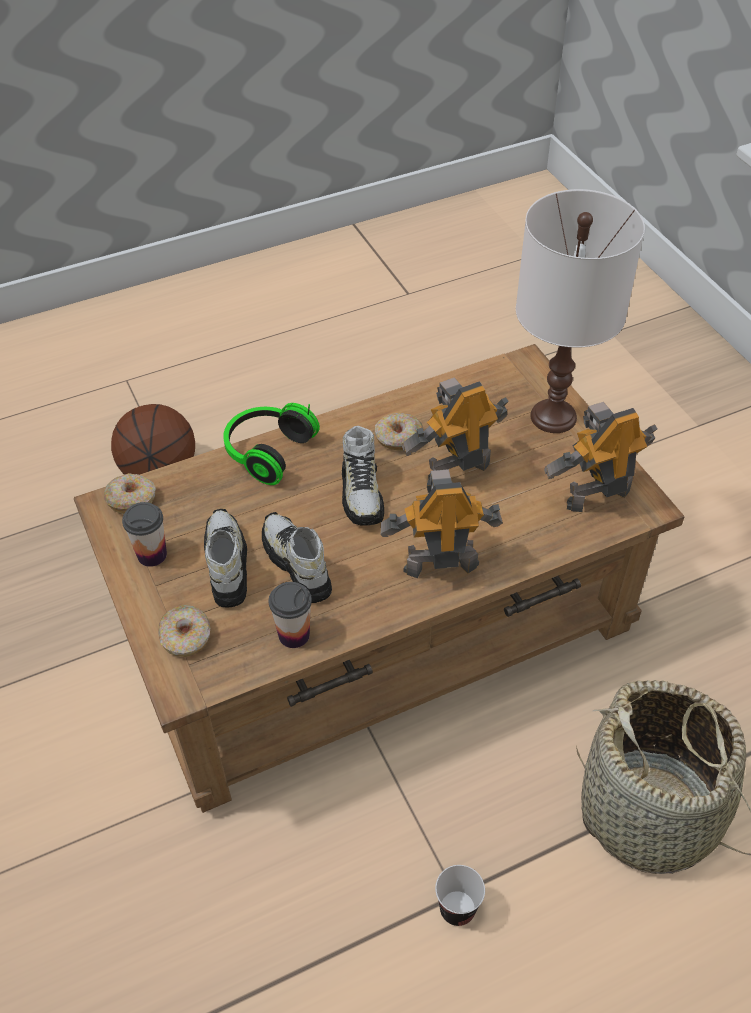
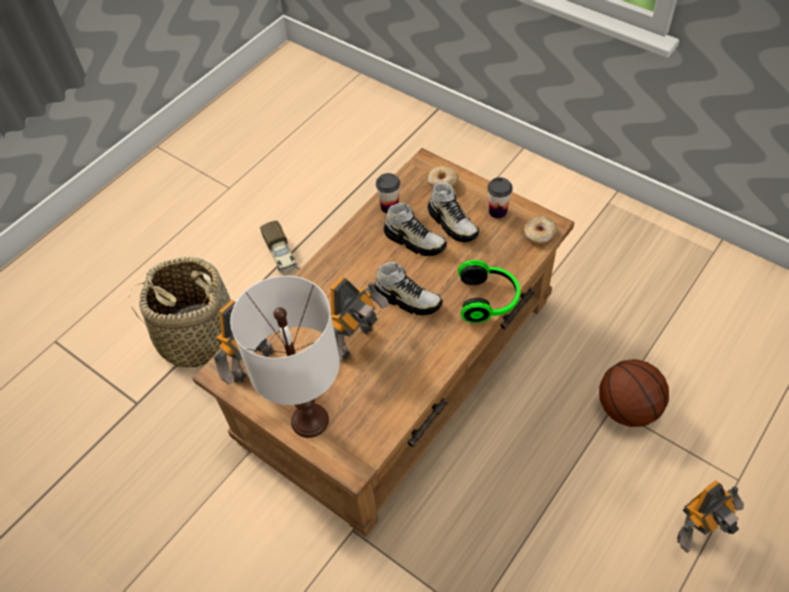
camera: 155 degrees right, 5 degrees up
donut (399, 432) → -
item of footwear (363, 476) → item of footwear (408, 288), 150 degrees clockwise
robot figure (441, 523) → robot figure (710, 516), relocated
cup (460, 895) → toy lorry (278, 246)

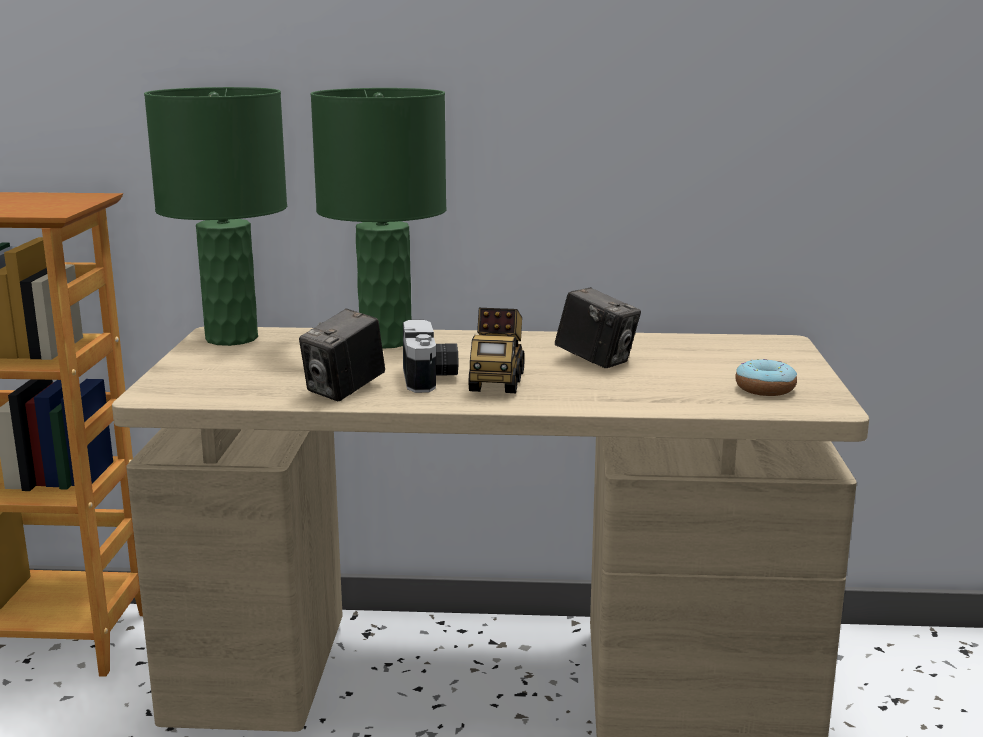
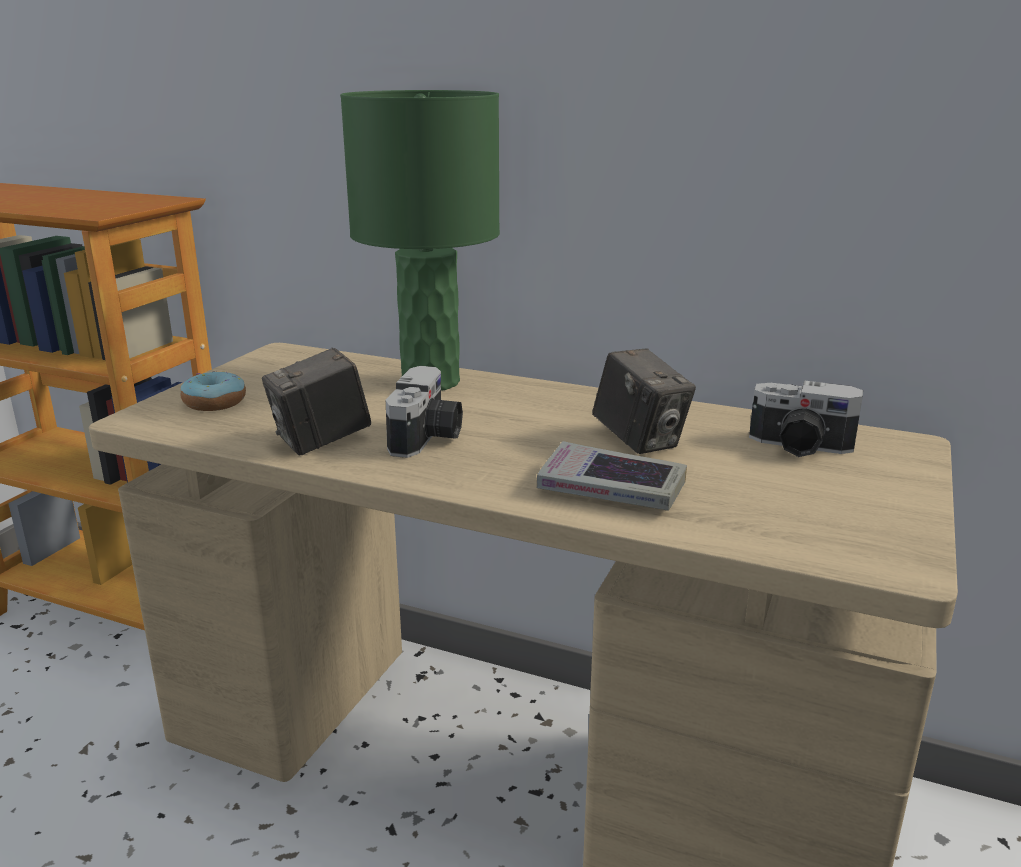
camera: 20 degrees right, 5 degrees up
table lamp (greenish) (215, 216) → -
toy lorry (496, 350) → -
donut (766, 377) → donut (213, 391), relocated
- → still camera (806, 419)
- → bound book (612, 476)

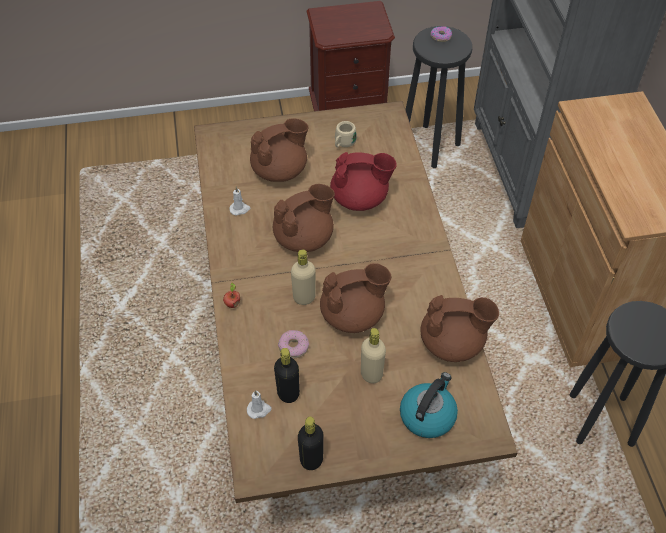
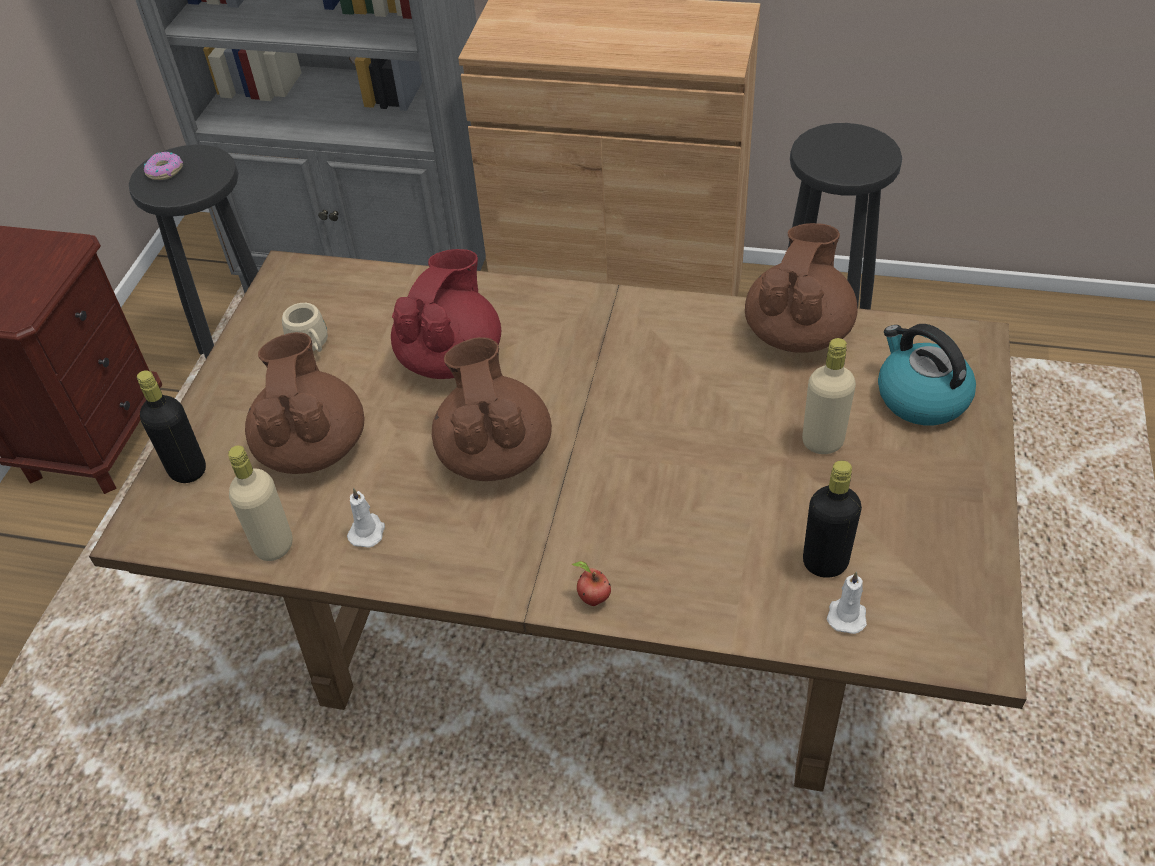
camera: 65 degrees left, 5 degrees down
beverage bottle (beige) (303, 277) → beverage bottle (beige) (260, 503), relocated
tea pot (brown) (355, 298) → -
donut (293, 344) → -
beverage bottle (black) (311, 443) → beverage bottle (black) (171, 426), relocated

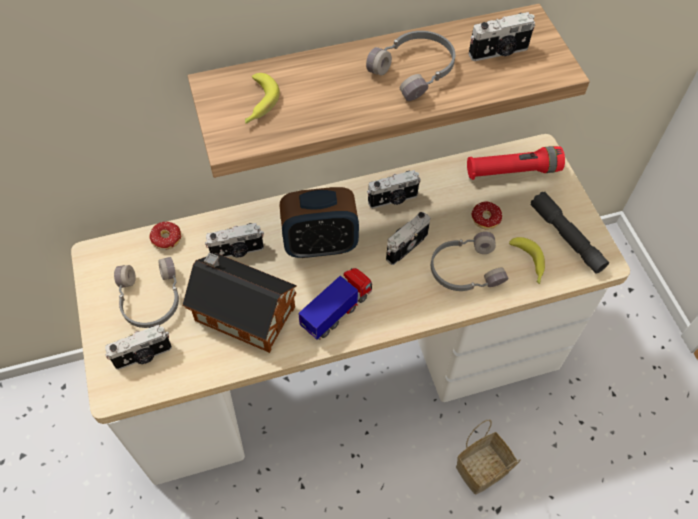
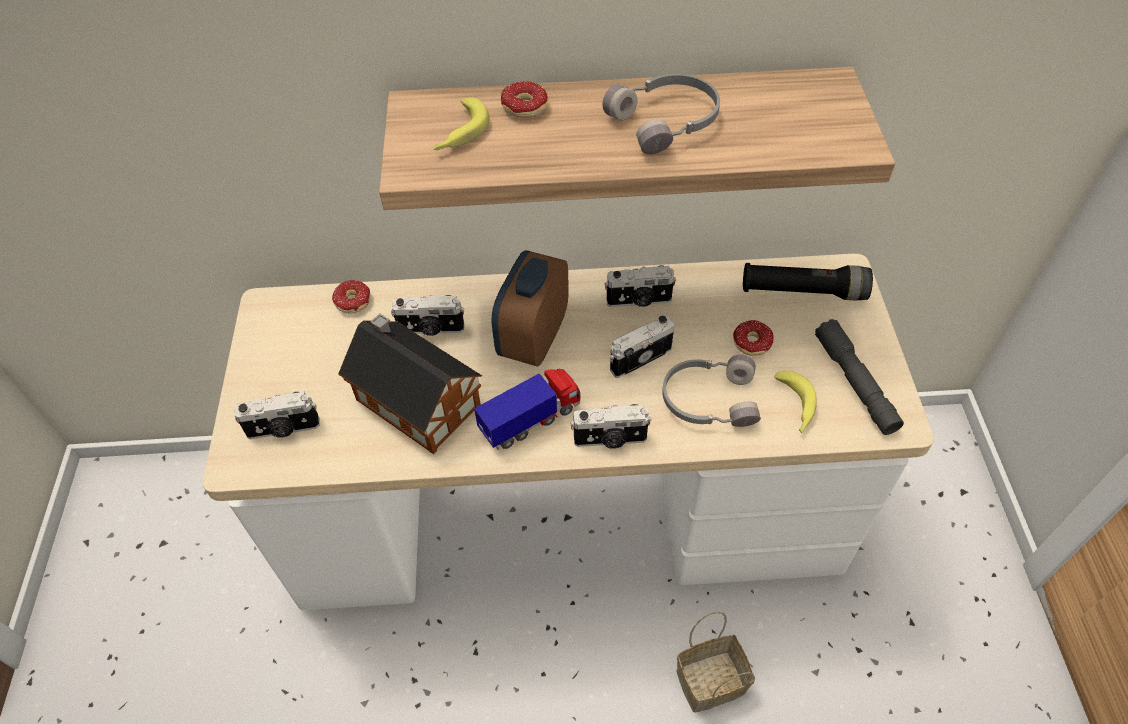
camera: 15 degrees right, 5 degrees down
still camera (502, 36) → still camera (611, 426), relocated
torch (reddish) (516, 163) → torch (black) (808, 281)
alarm clock (319, 222) → alarm clock (530, 308), 105 degrees clockwise
pair of headphones (grey) (146, 292) → -
- → donut (525, 99)

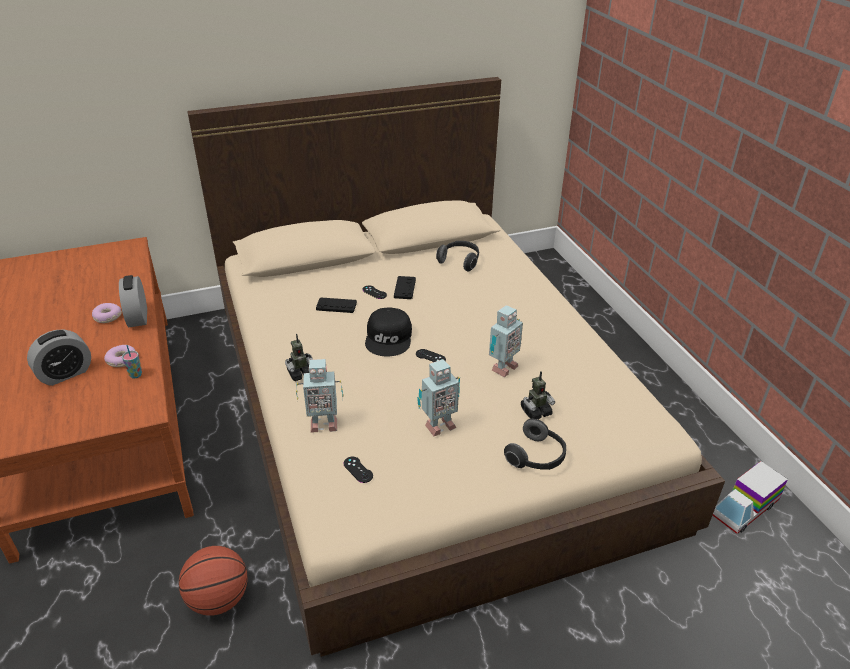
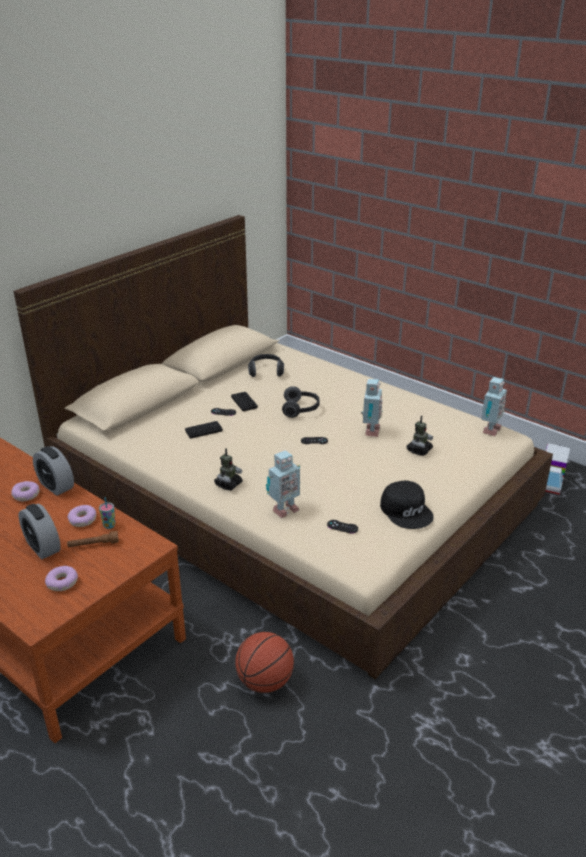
camera: 30 degrees left, 5 degrees down
baseball cap (black) (388, 332) → baseball cap (black) (407, 505), relocated
alarm clock (59, 358) → alarm clock (40, 531), 120 degrees clockwise
robot figure (438, 397) → robot figure (494, 406), relocated
pair of headphones (535, 444) → pair of headphones (301, 402), relocated
- → torch (brown) (93, 539)
- → donut (61, 578)

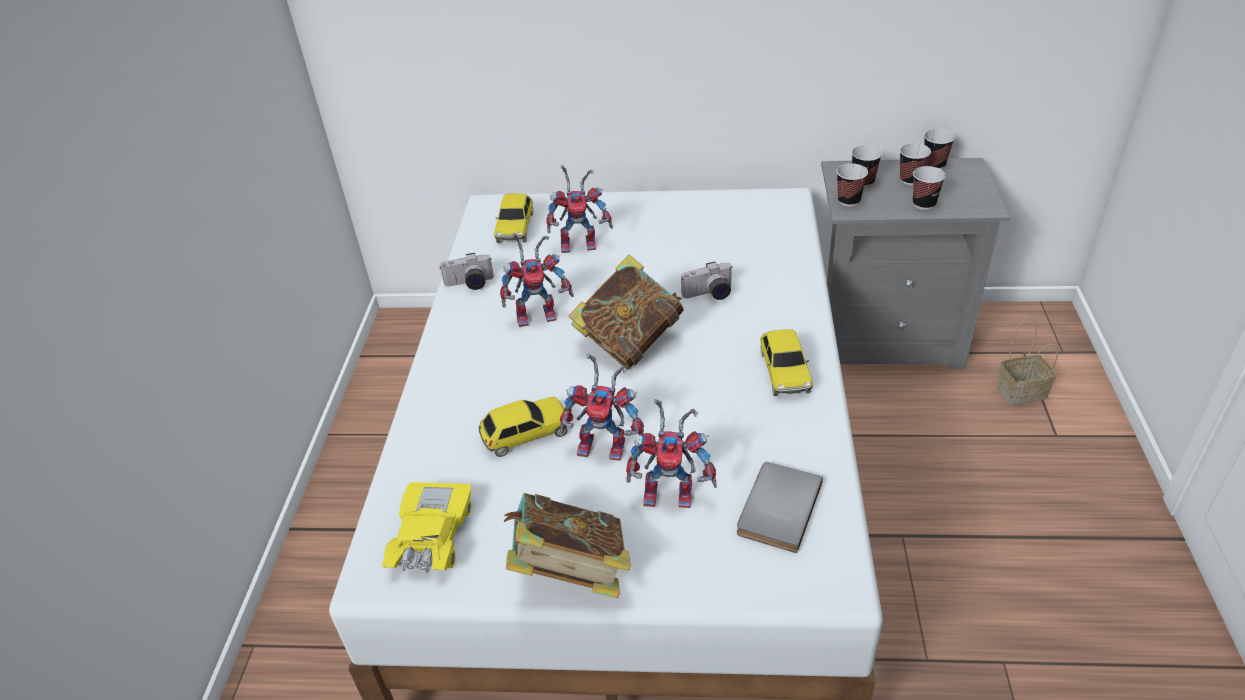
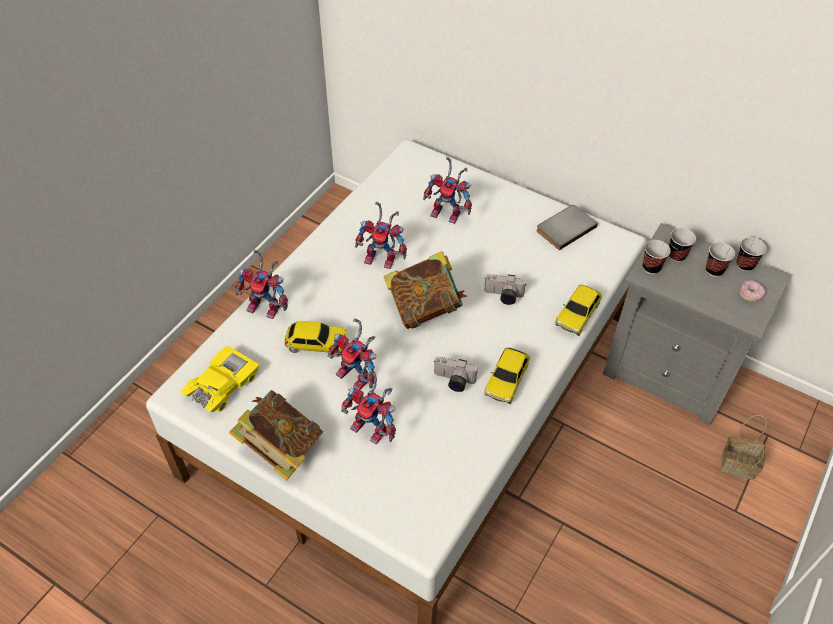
camera: 25 degrees right, 10 degrees up
cup (929, 188) → -
model car (513, 218) → model car (578, 310), relocated
still camera (467, 271) → still camera (456, 374), relocated
bound book (grey) (780, 507) → bound book (grey) (567, 227), relocated
- → robot figure (261, 284)
- → donut (752, 291)

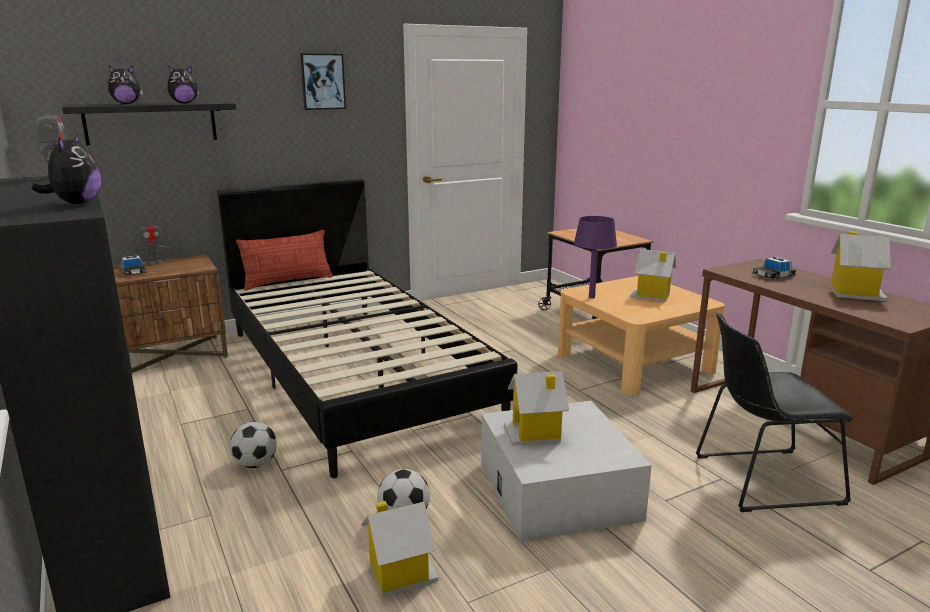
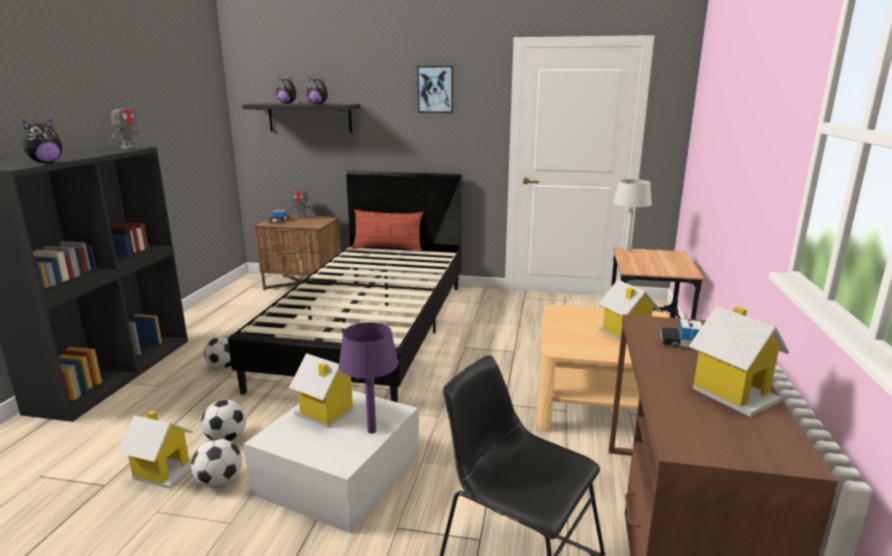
camera: 40 degrees right, 0 degrees up
table lamp (purple) (595, 257) → table lamp (purple) (368, 378), relocated
- → table lamp (grey) (632, 215)
- → football ball (216, 463)

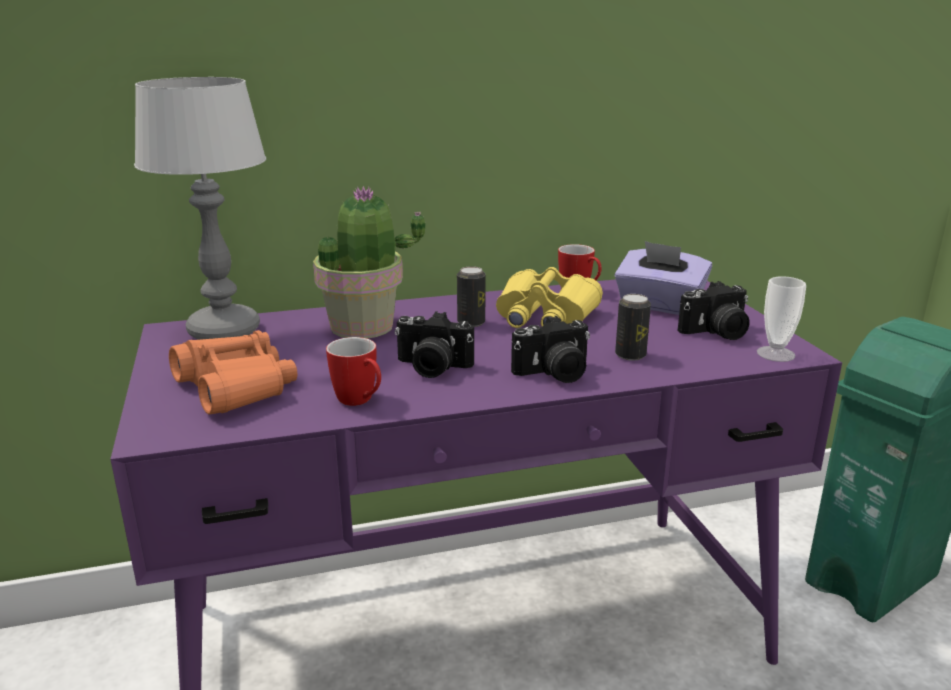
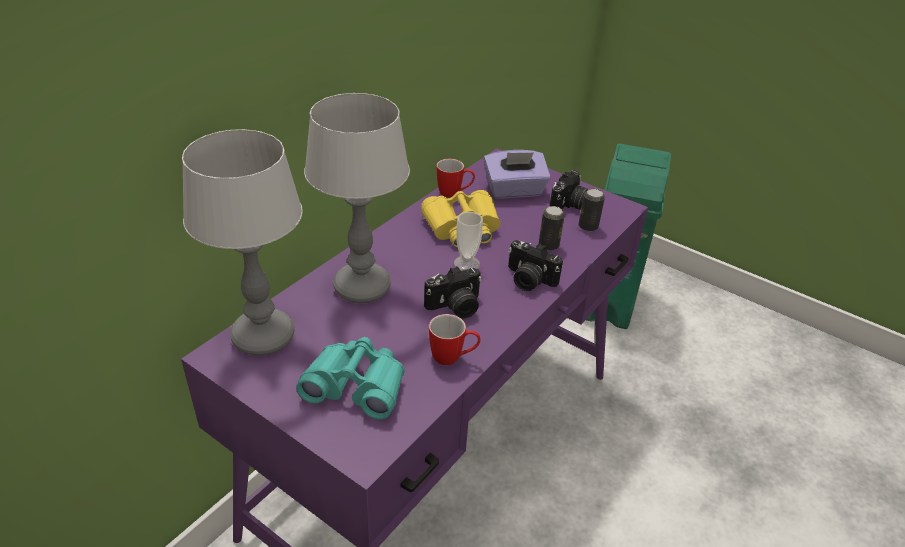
camera: 40 degrees left, 15 degrees up
houseplant (369, 262) → table lamp (357, 198)
can (471, 296) → can (592, 210), relocated
cup (781, 319) → cup (468, 241), relocated
still camera (550, 349) → still camera (535, 265), 90 degrees clockwise
binoculars (orangey) (233, 372) → binoculars (blue-green) (350, 378)

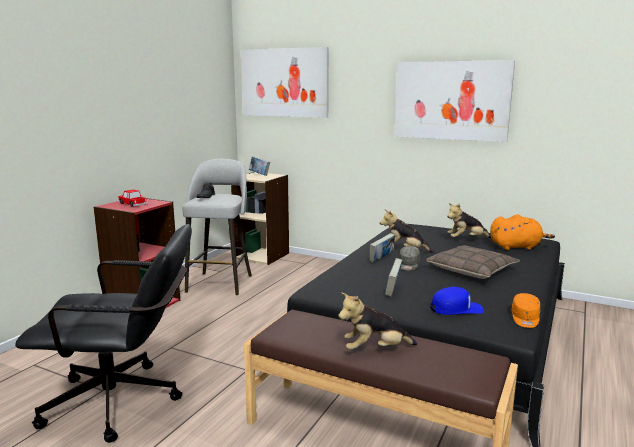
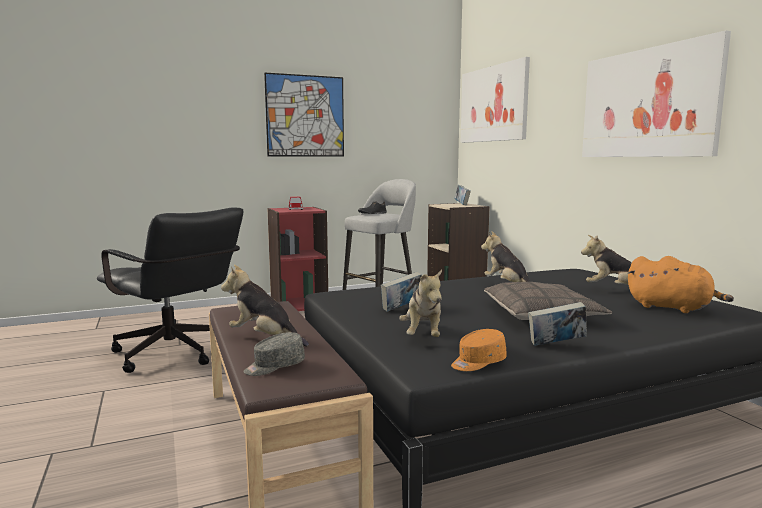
camera: 40 degrees right, 5 degrees down
bound book (382, 248) → bound book (557, 324), relocated
baseball cap (grey) (409, 258) → baseball cap (grey) (274, 354), relocated
baseball cap (bluish) (457, 301) → cuddly toy (420, 303)
- → wall art (304, 115)

